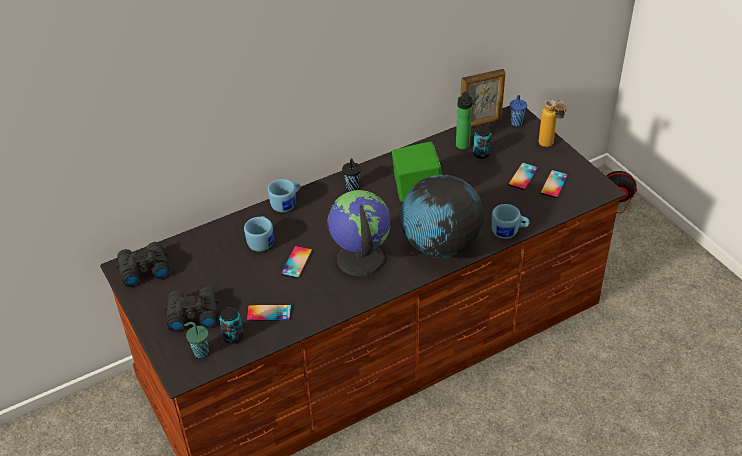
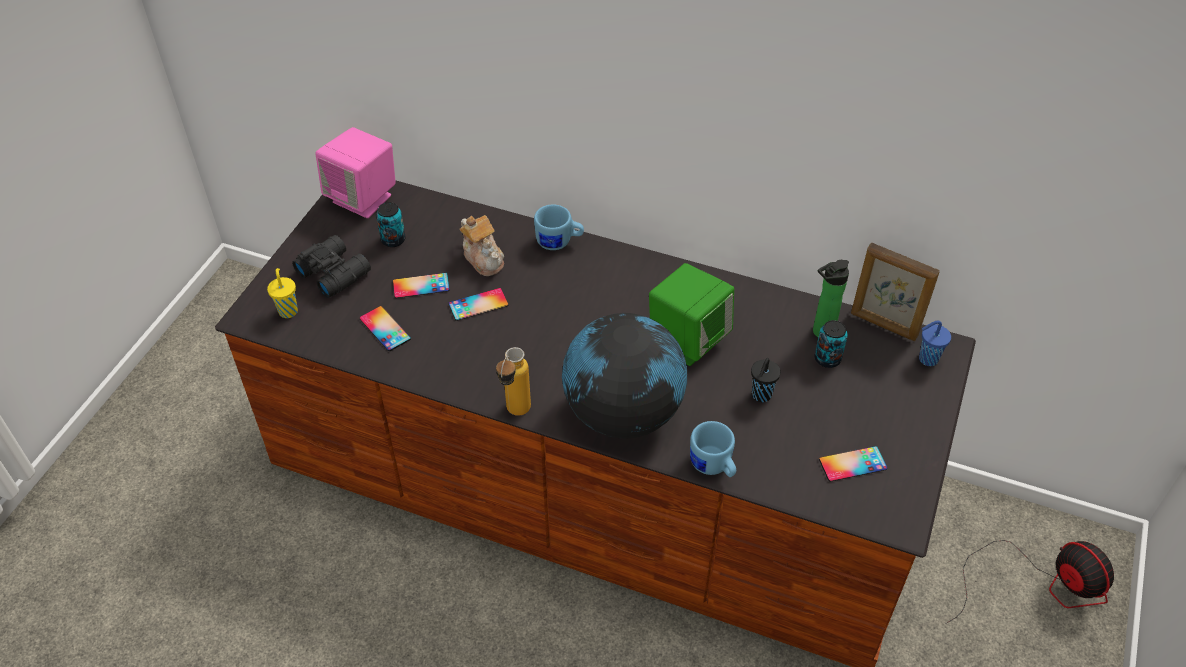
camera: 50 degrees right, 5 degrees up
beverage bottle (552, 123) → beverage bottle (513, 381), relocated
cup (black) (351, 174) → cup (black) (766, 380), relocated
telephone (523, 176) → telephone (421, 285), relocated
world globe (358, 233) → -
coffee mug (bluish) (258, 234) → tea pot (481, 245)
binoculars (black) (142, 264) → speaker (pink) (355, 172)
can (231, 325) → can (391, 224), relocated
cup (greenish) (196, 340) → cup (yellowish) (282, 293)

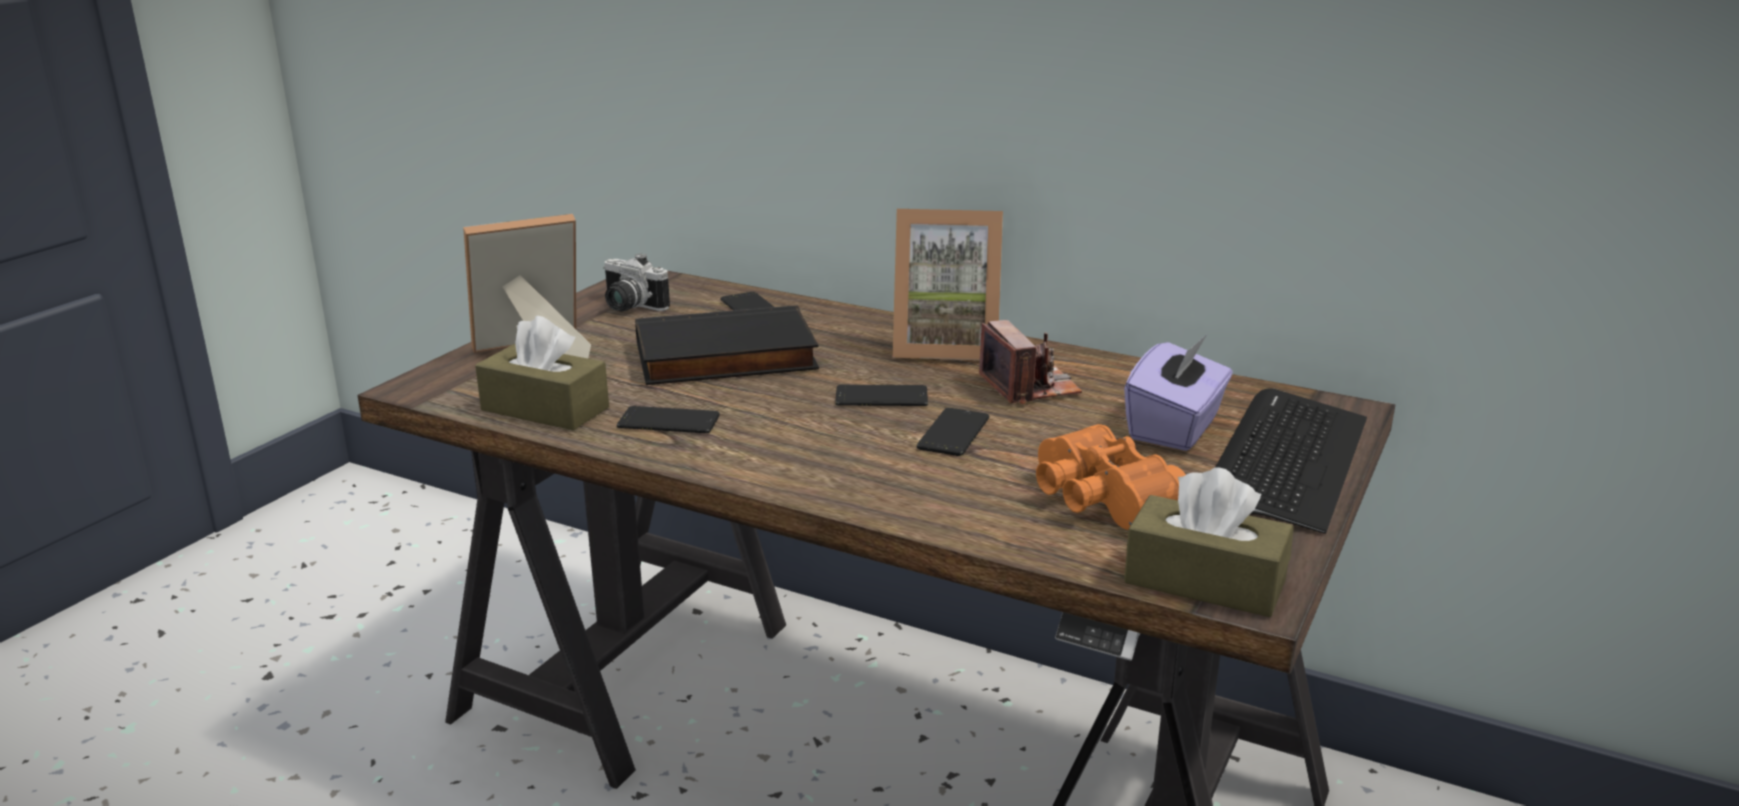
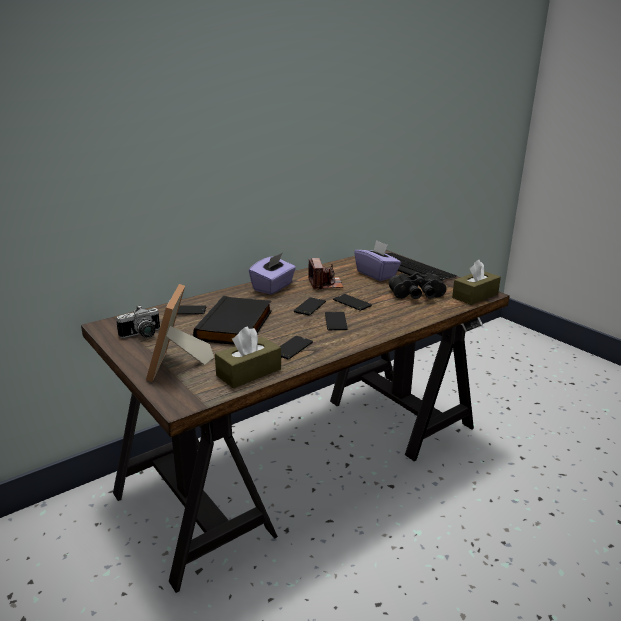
camera: 65 degrees left, 0 degrees up
photo frame (947, 284) → tissue holder (purple) (272, 274)
still camera (1030, 362) → still camera (325, 274), 75 degrees clockwise
binoculars (orangey) (1111, 477) → binoculars (black) (417, 285)
- → telephone (336, 321)

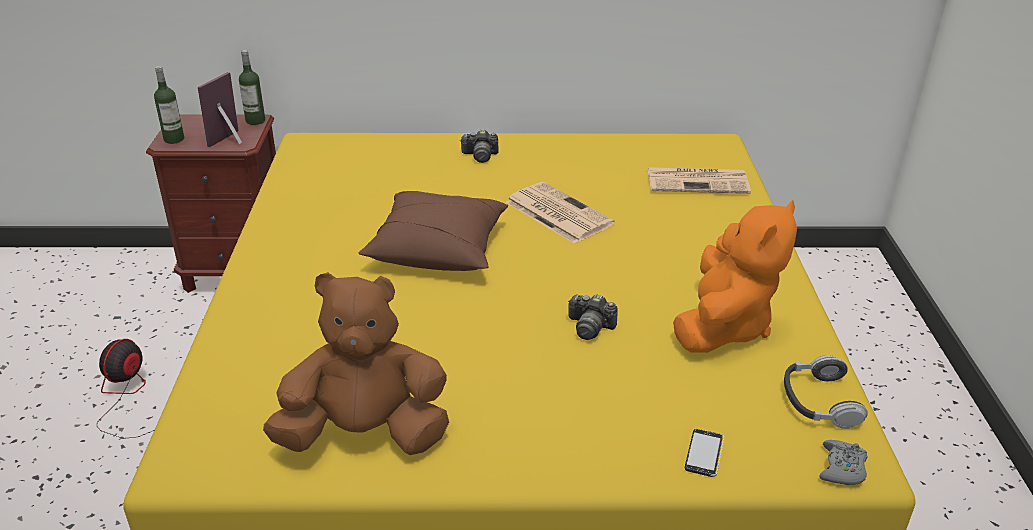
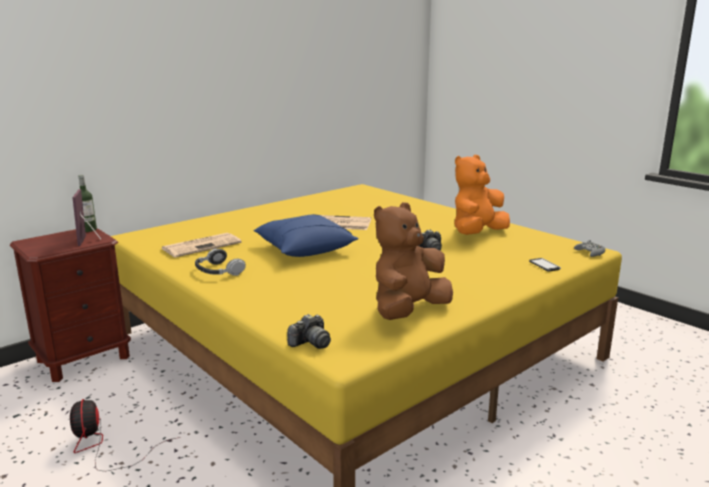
camera: 40 degrees left, 15 degrees down
beverage bottle (169, 105) → -
still camera (479, 146) → still camera (309, 331), relocated
newspaper (699, 180) → newspaper (201, 245), relocated
pillow (brown) (433, 231) → pillow (bluish) (306, 235)
cuddly toy (orangey) (735, 276) → cuddly toy (orangey) (482, 195), 120 degrees counterclockwise
pair of headphones (826, 392) → pair of headphones (220, 262), relocated

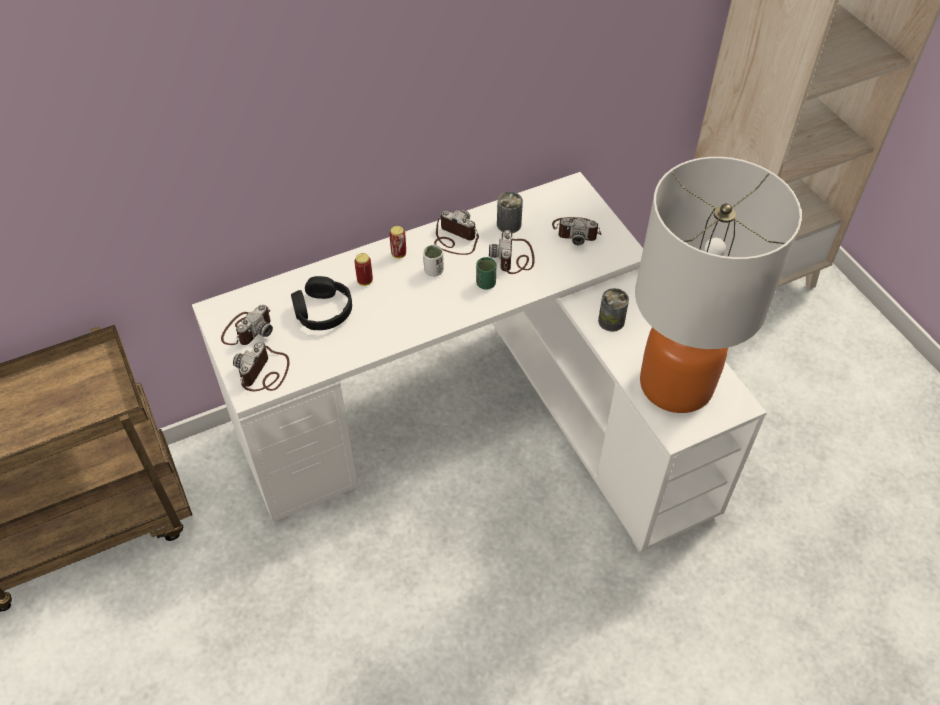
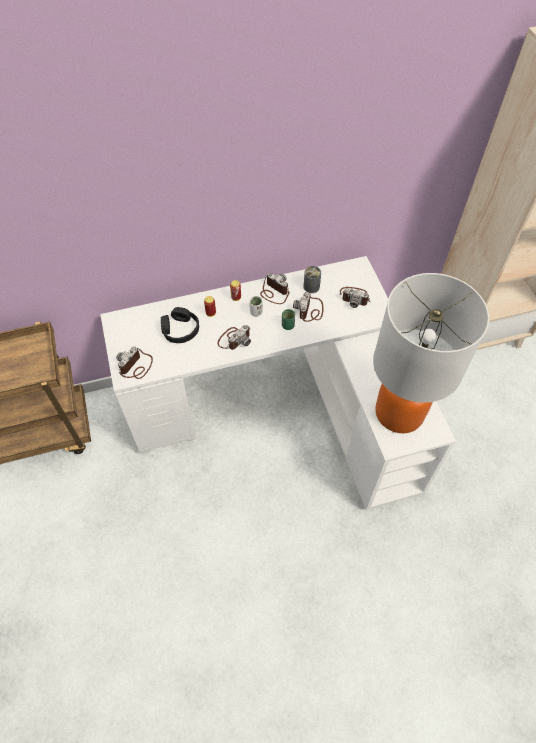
camera: 10 degrees right, 5 degrees up
can (613, 310) → -
still camera (247, 325) → still camera (234, 337), relocated

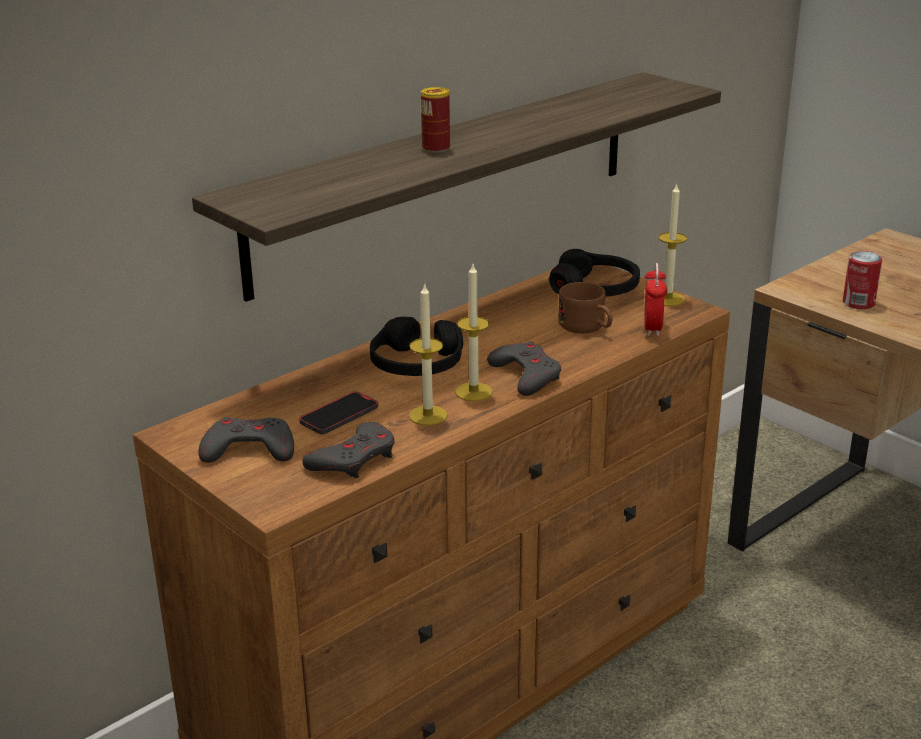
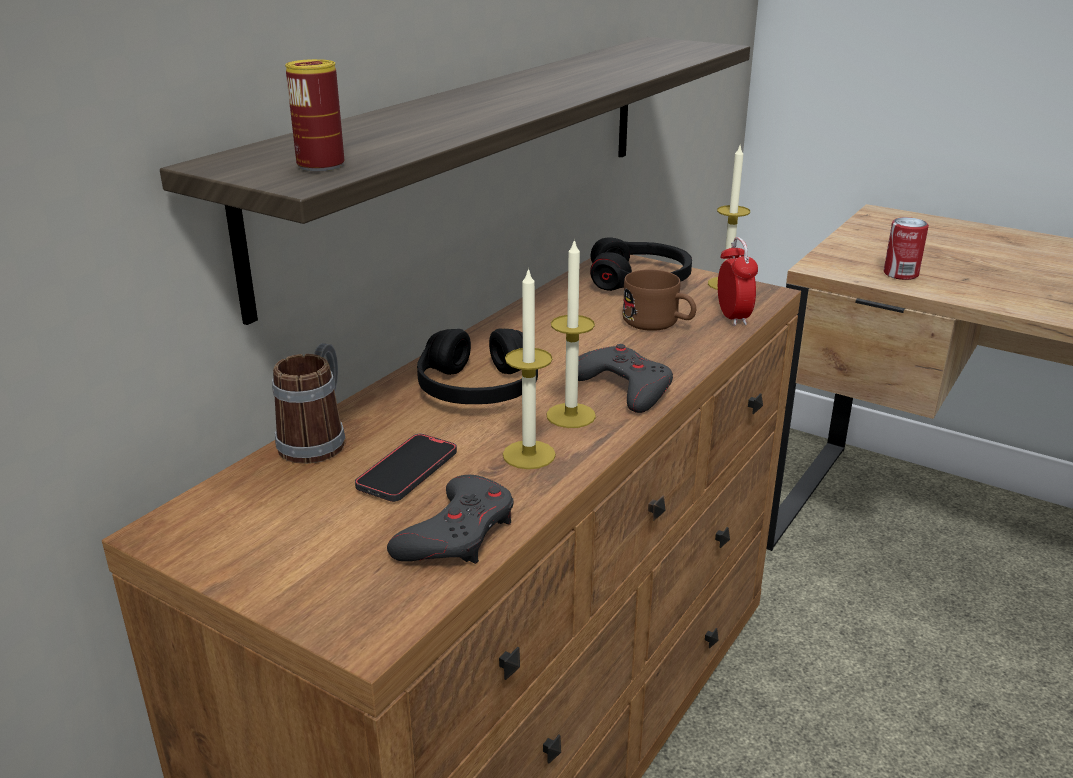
camera: 15 degrees left, 0 degrees up
can (435, 120) → can (314, 115), relocated
game controller (grey) (246, 440) → -
- → coffee mug (308, 403)

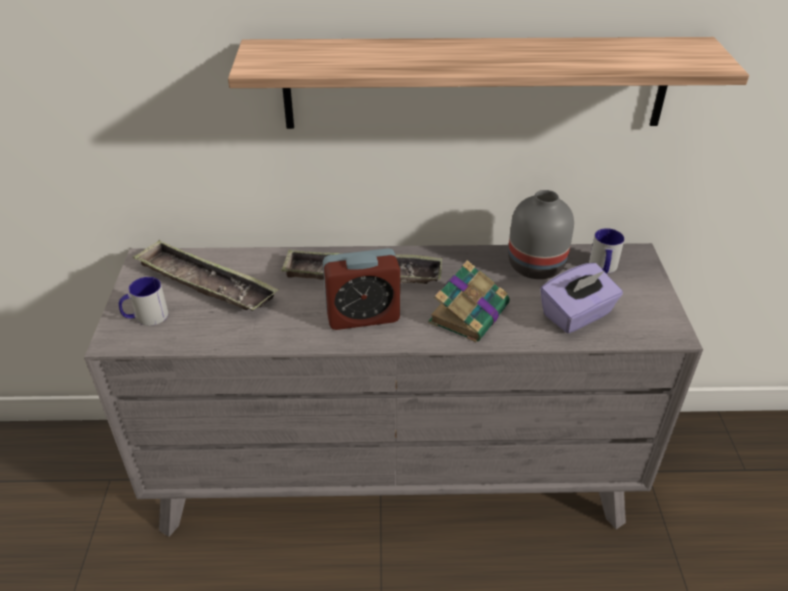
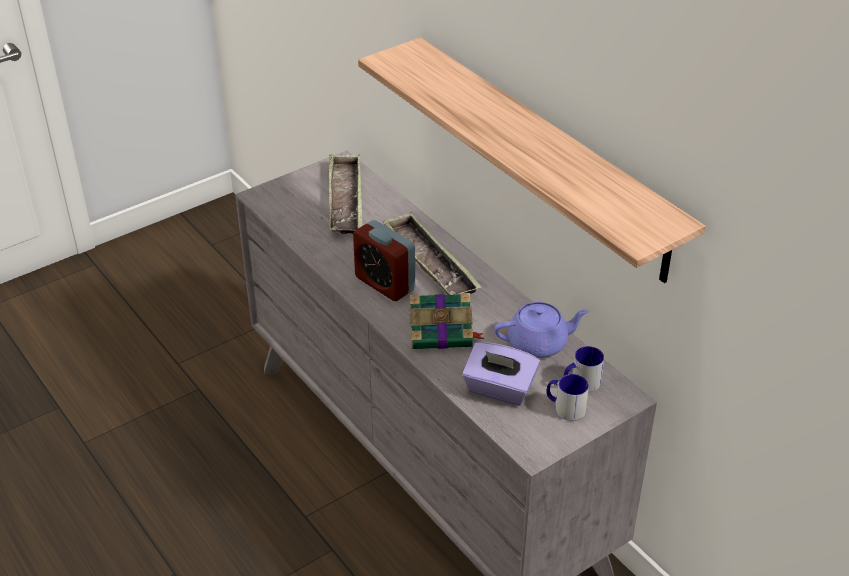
camera: 55 degrees right, 0 degrees up
decorative vase (grey) (541, 234) → tea pot (purple) (542, 330)
coffee mug (143, 301) → coffee mug (567, 397), relocated

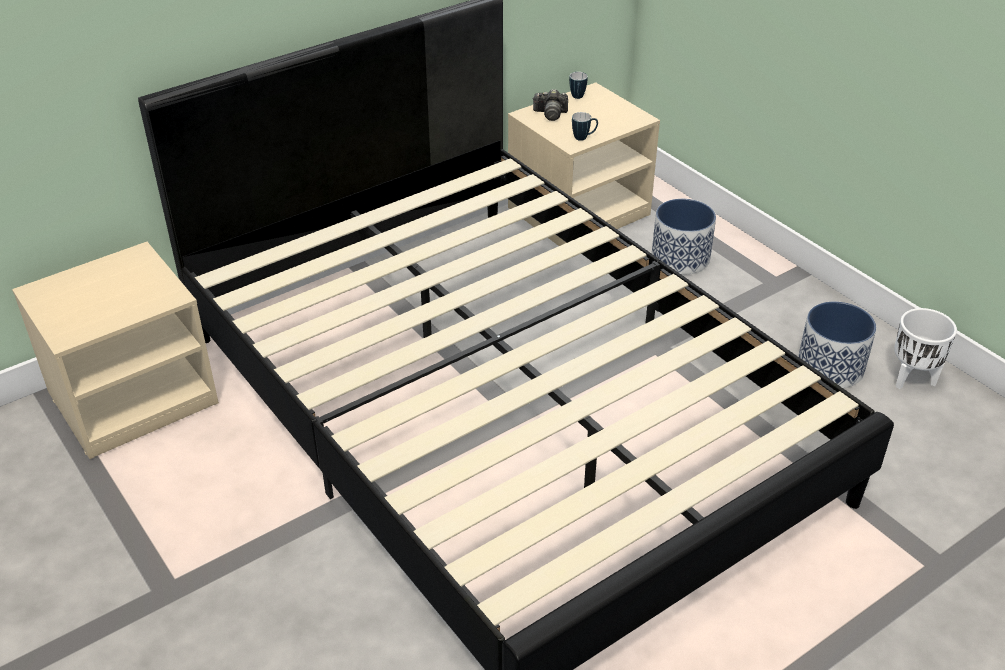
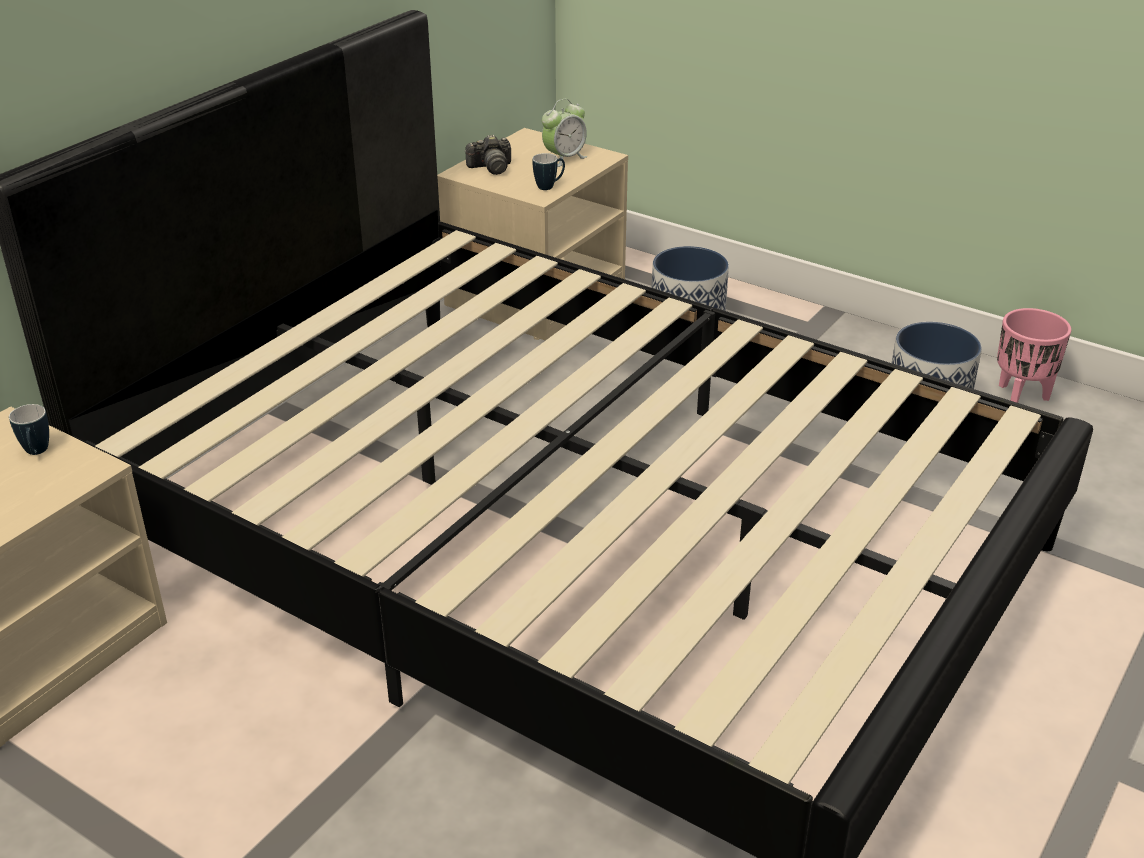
camera: 20 degrees left, 5 degrees down
coffee mug (578, 85) → coffee mug (29, 429), relocated
plant pot (white-coloured) (925, 348) → plant pot (pink) (1034, 355)
- → alarm clock (564, 133)

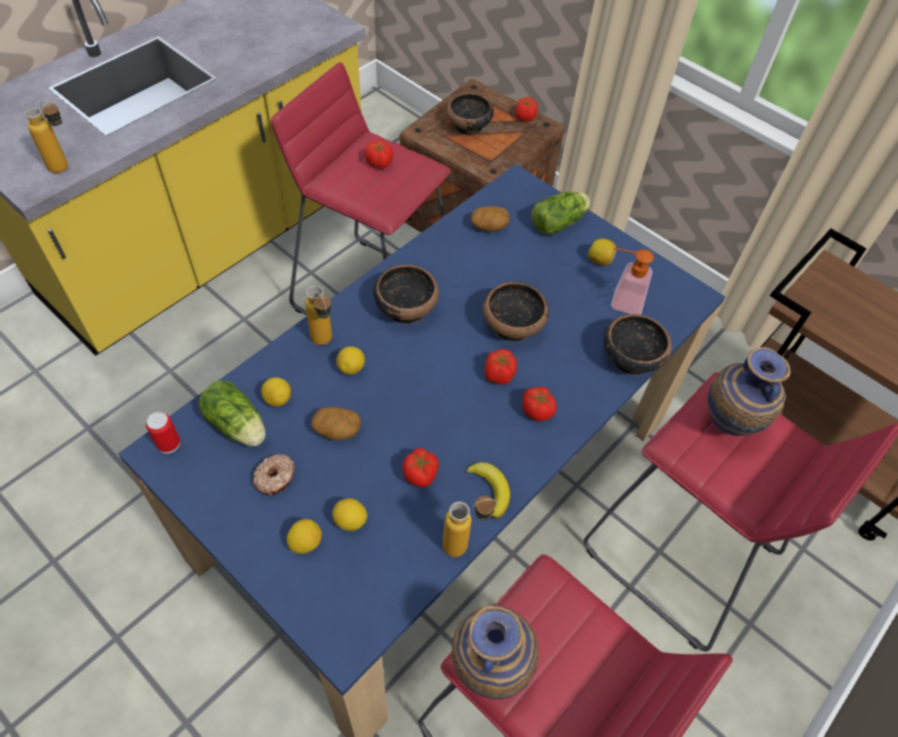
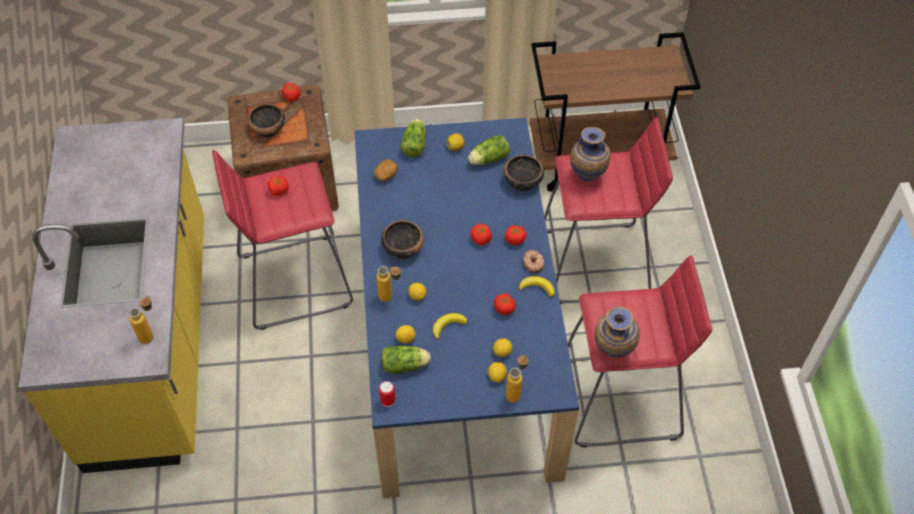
camera: 45 degrees left, 0 degrees up
soap dispenser (632, 281) → lettuce (489, 150)
bowl (516, 311) → -
potato (336, 423) → whole banana (450, 326)
donut (273, 475) → donut (534, 261), relocated
beverage bottle (469, 526) → beverage bottle (517, 378), relocated

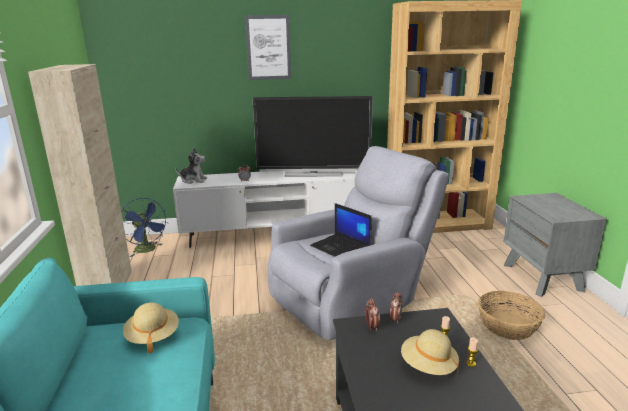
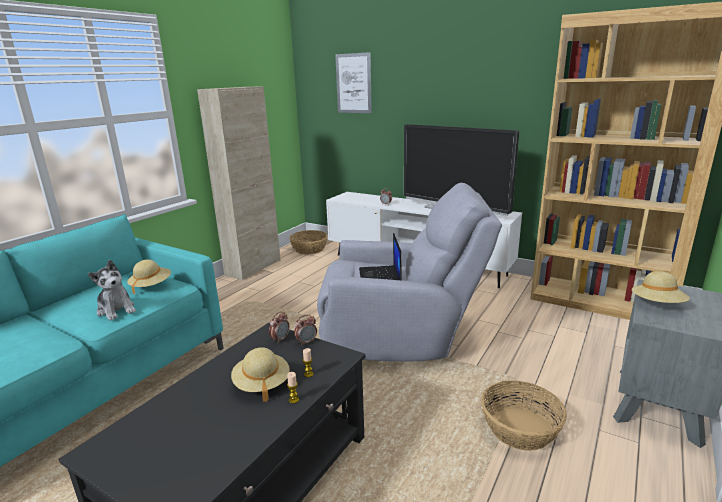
camera: 40 degrees right, 0 degrees up
wall art (268, 47) → wall art (353, 82), relocated
cuddly toy (191, 166) → cuddly toy (112, 290), relocated
cooling fan (bluish) (144, 227) → basket (308, 242)
- → hat (beige) (661, 287)

